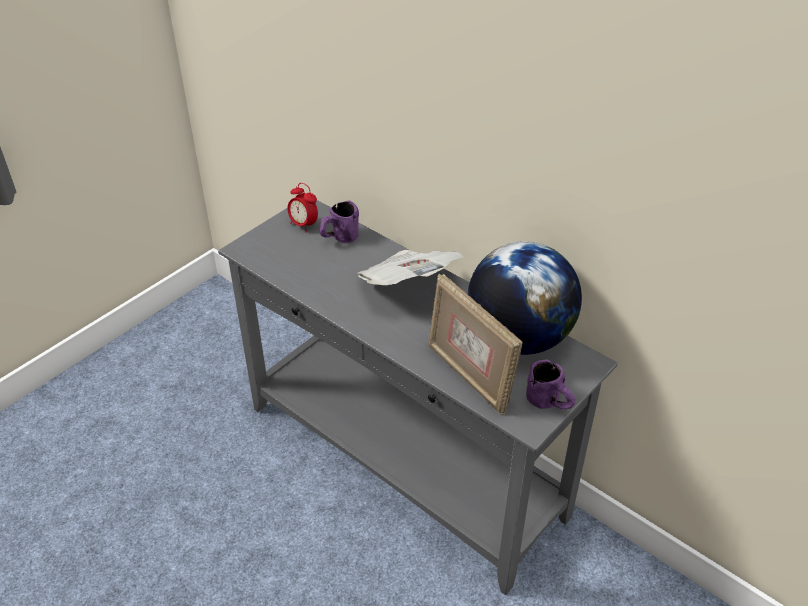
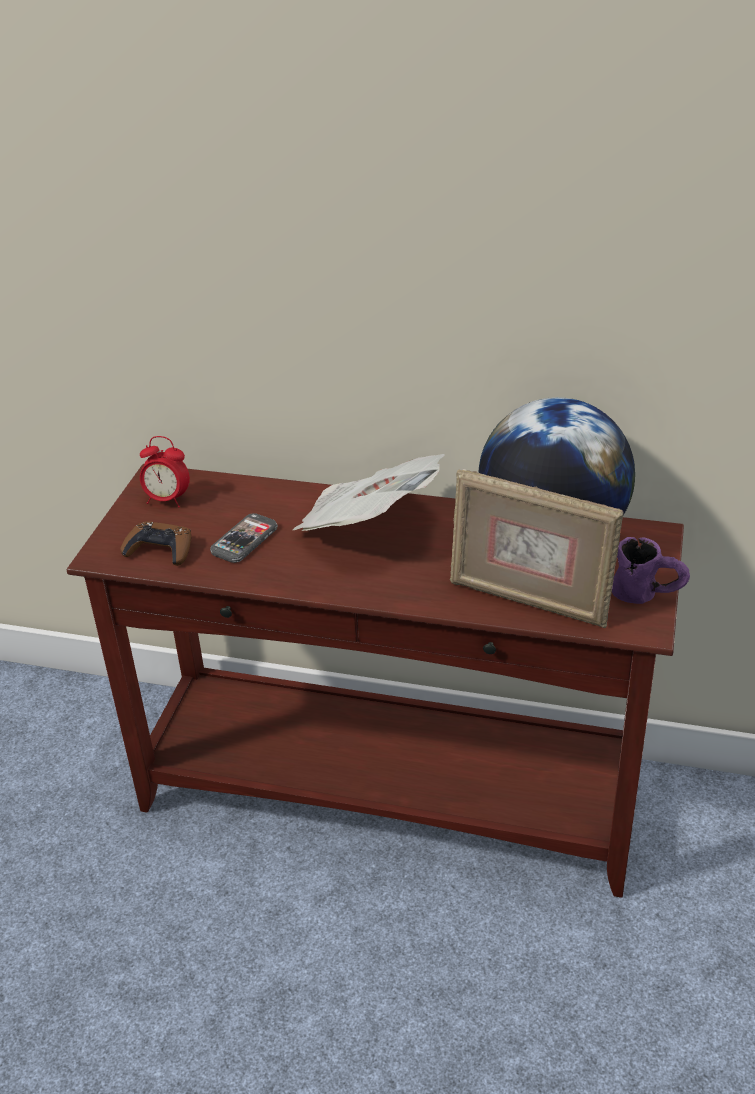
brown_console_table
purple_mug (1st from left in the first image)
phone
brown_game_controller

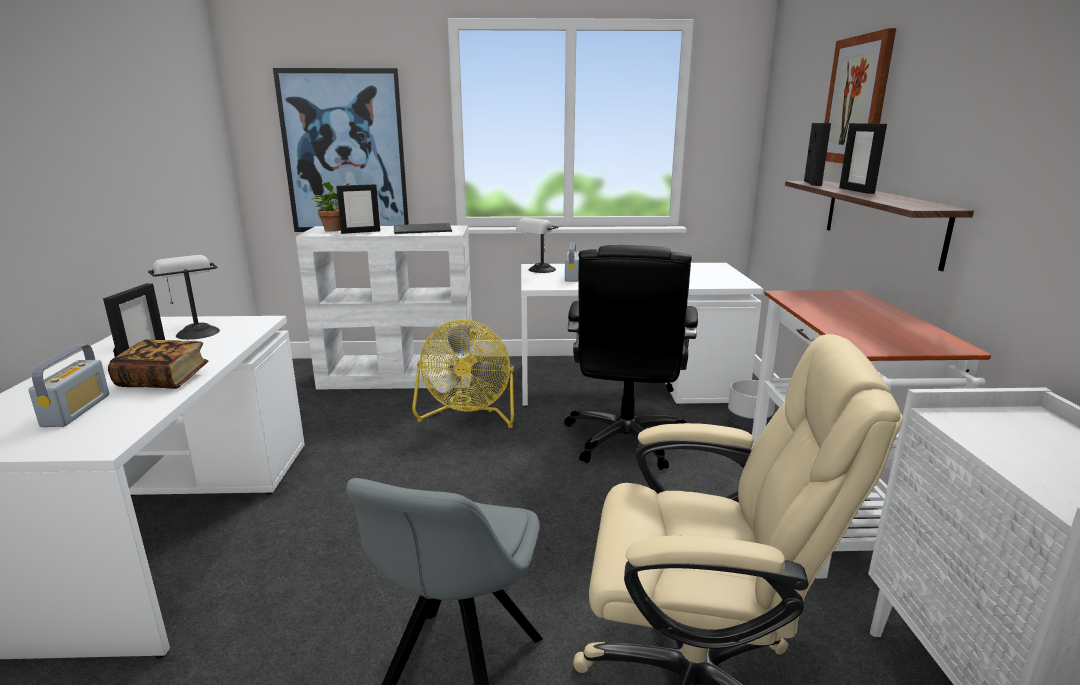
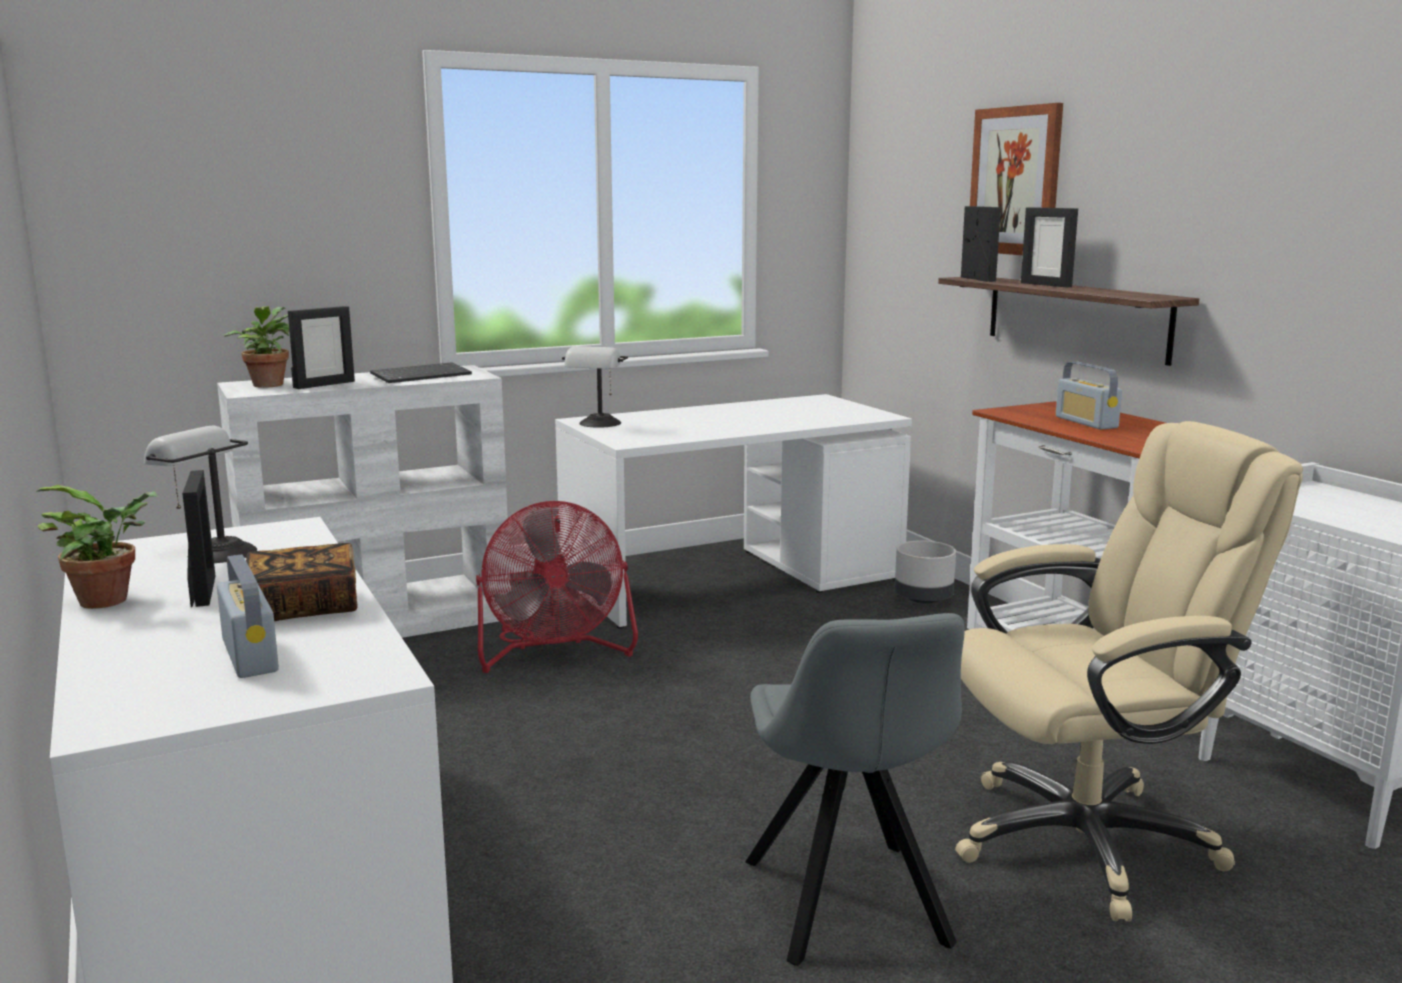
picture (1st from left in the first image)
radio (2nd from left)
black_office_chair
red_fan
potted_plant (1st from left)

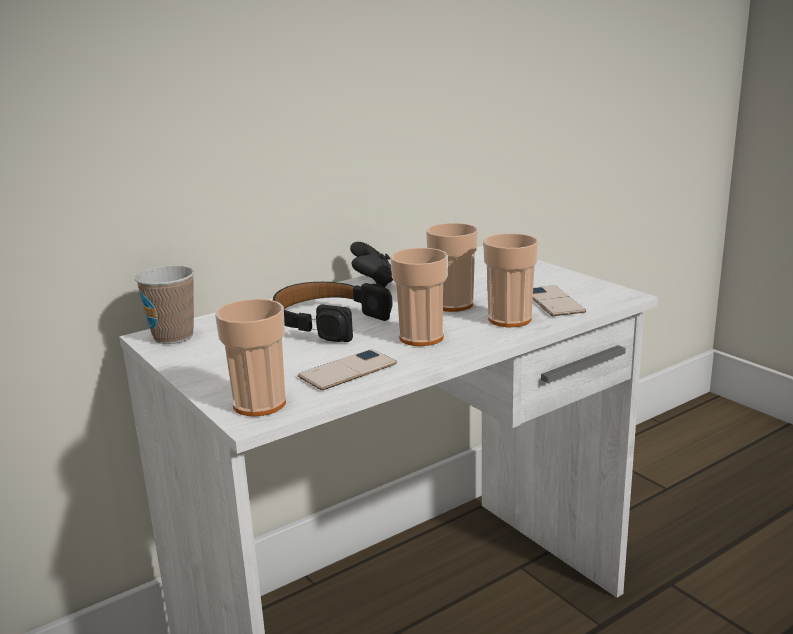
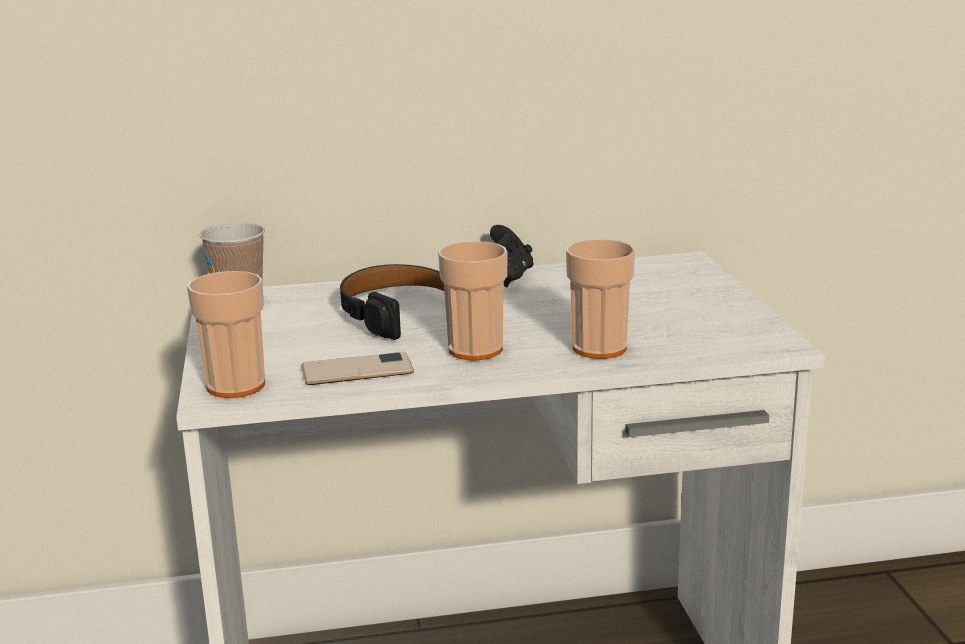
cup (4th from left in the first image)
phone (2nd from left in the first image)

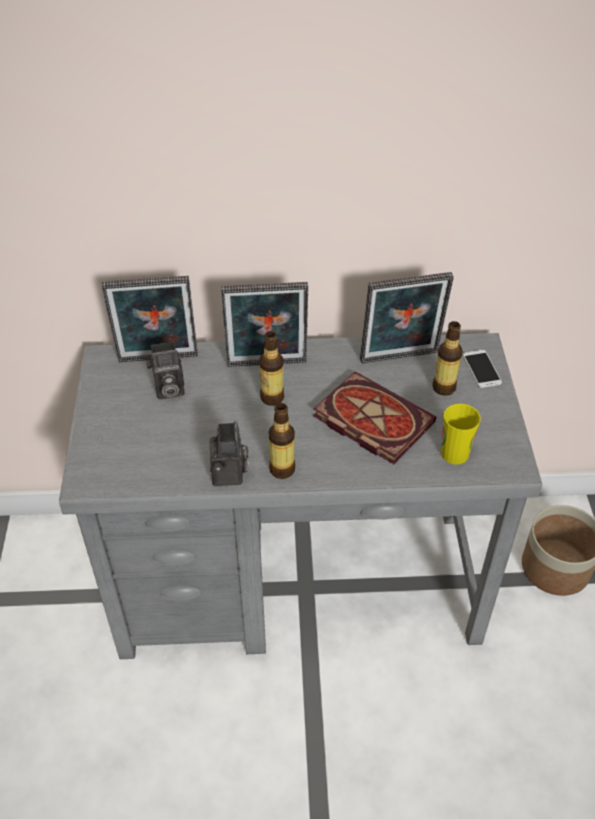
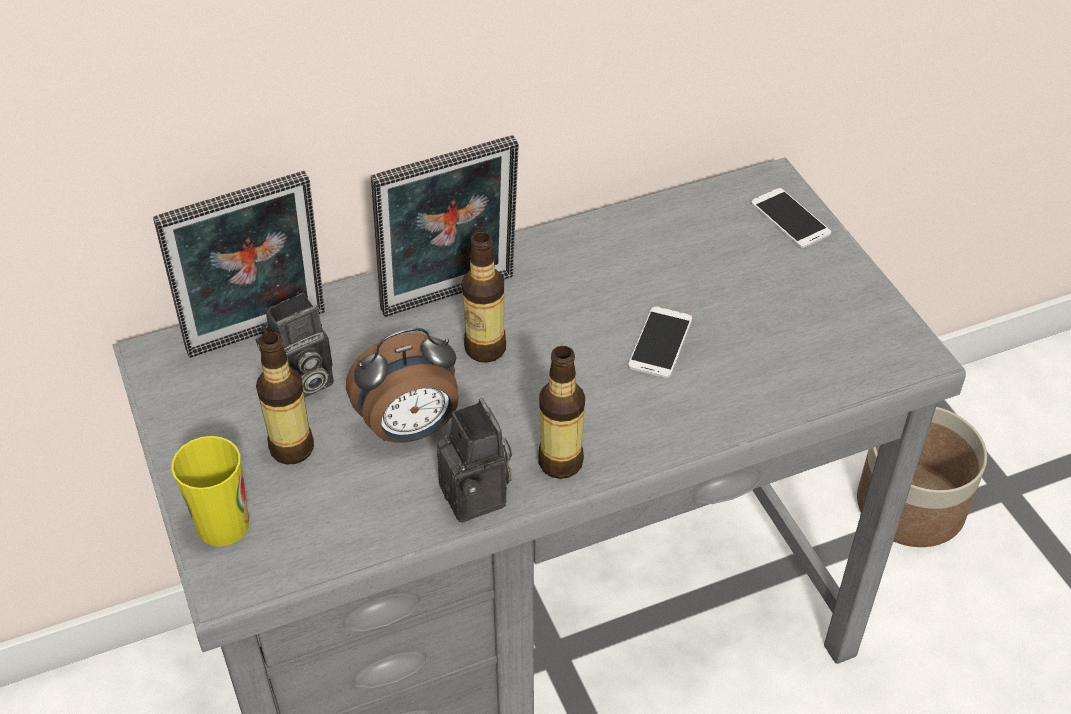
picture_frame (3rd from left in the first image)
bottle (1st from left)
phone (1st from left)
cup
alarm_clock

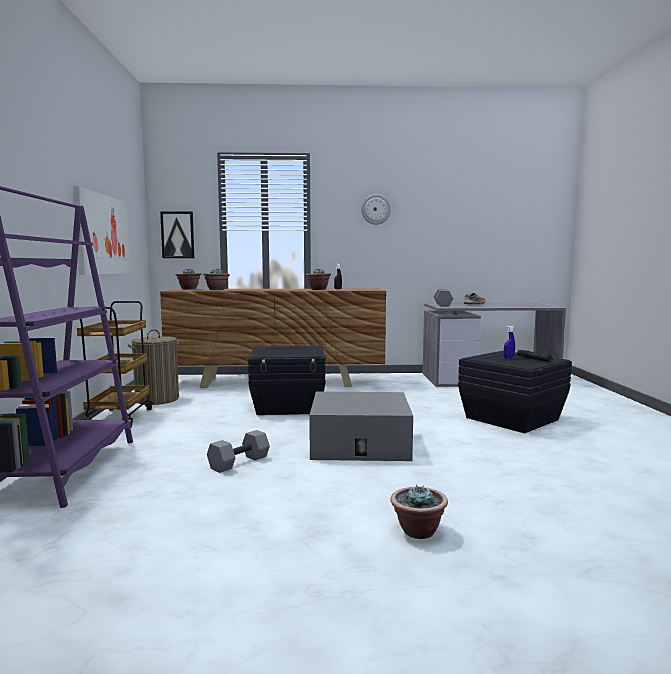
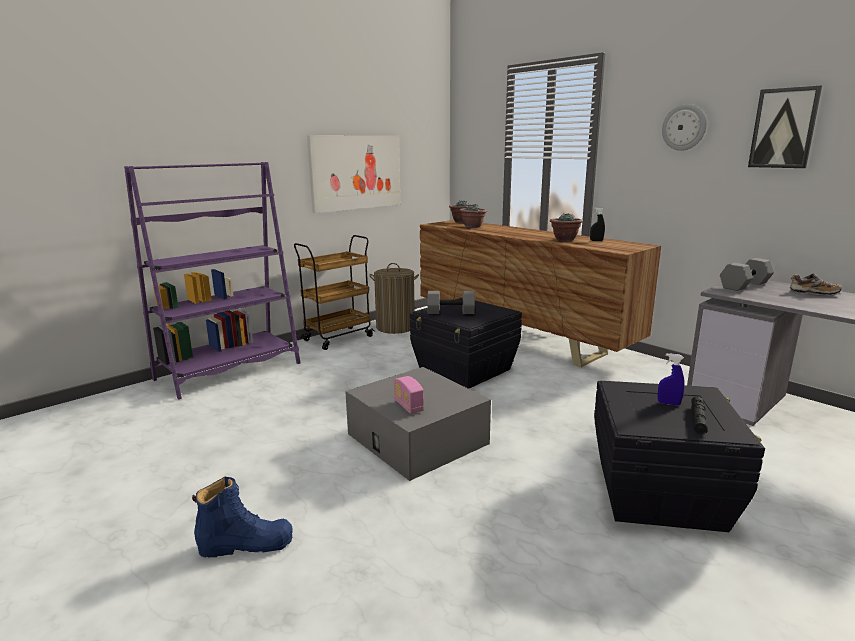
picture (2nd from left)
grey_dumbbell (1st from left)
blue_boot
radio

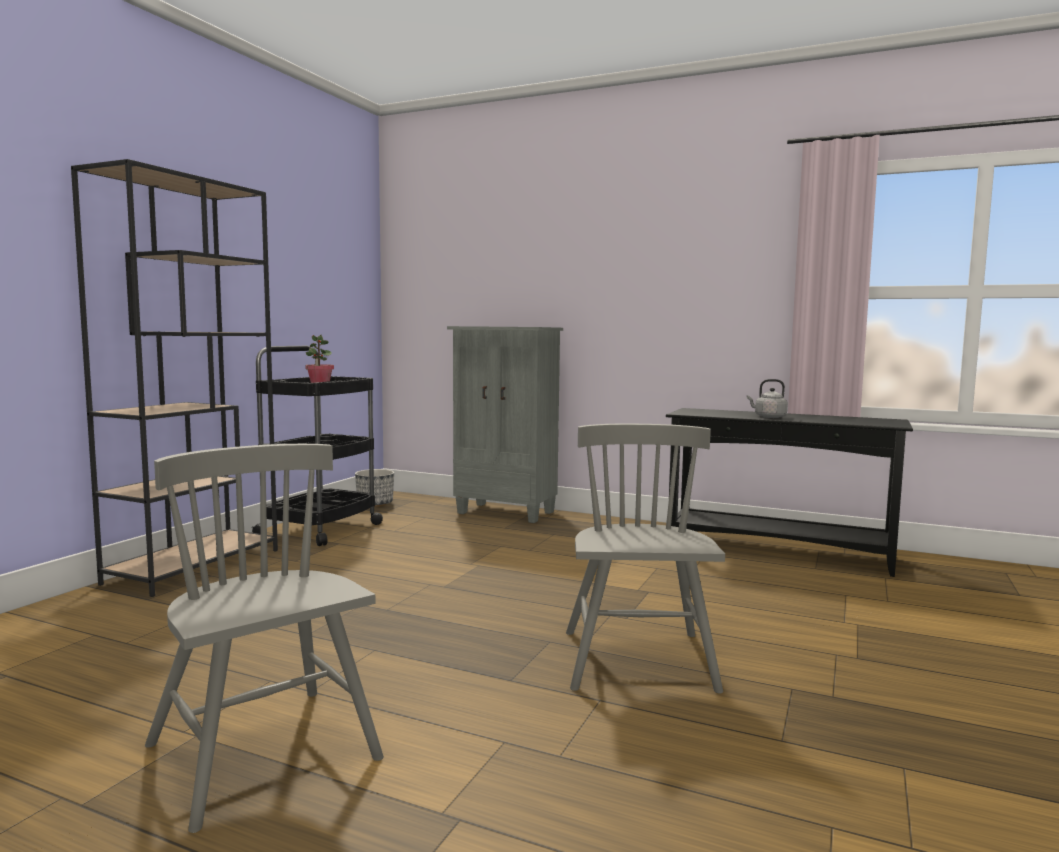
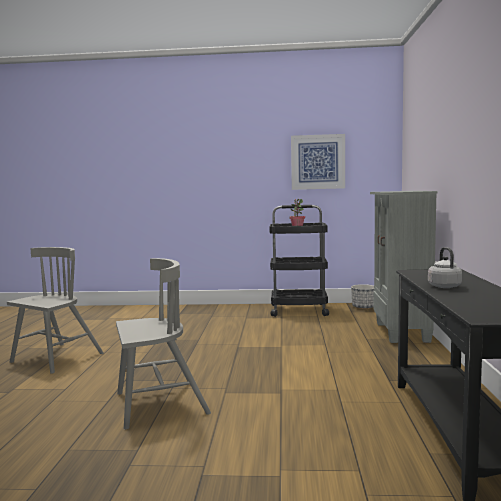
bookcase
picture

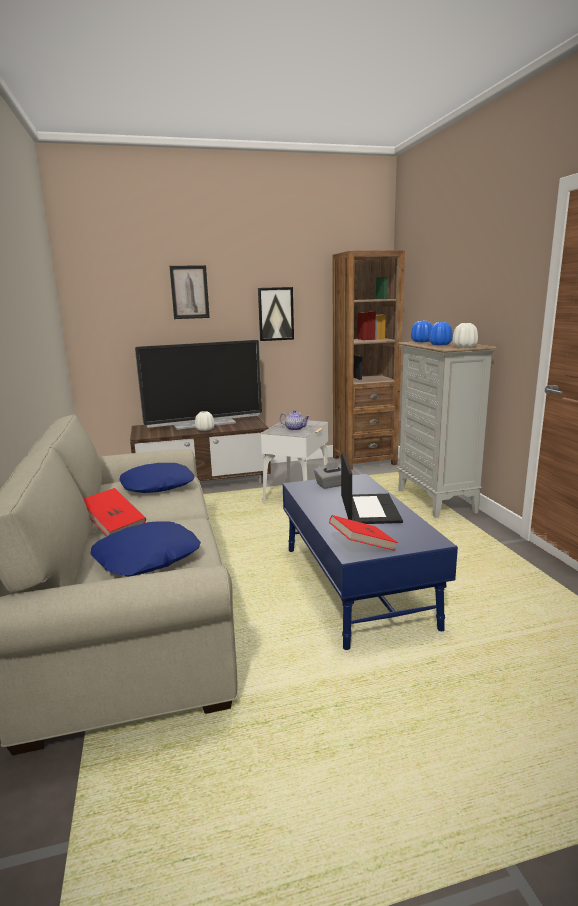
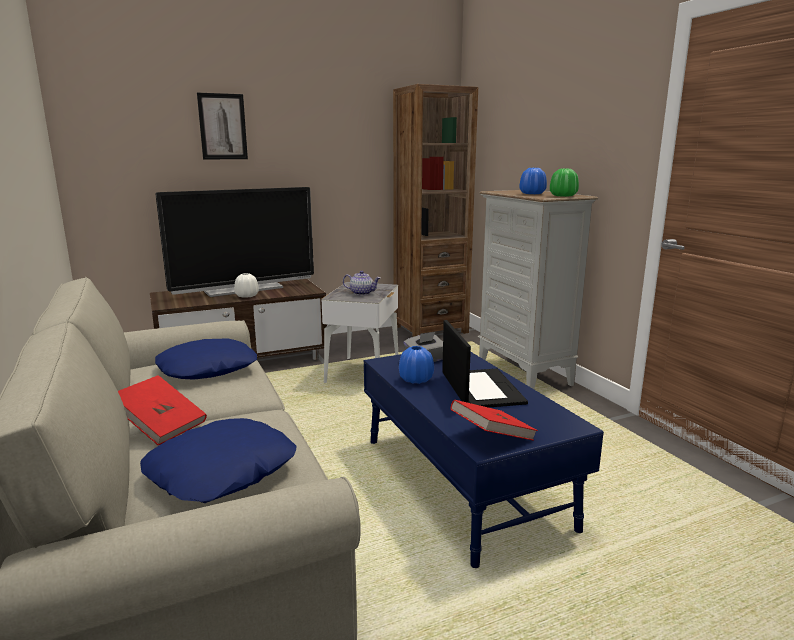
picture (2nd from left in the first image)
blue_vase (1st from left)
green_vase

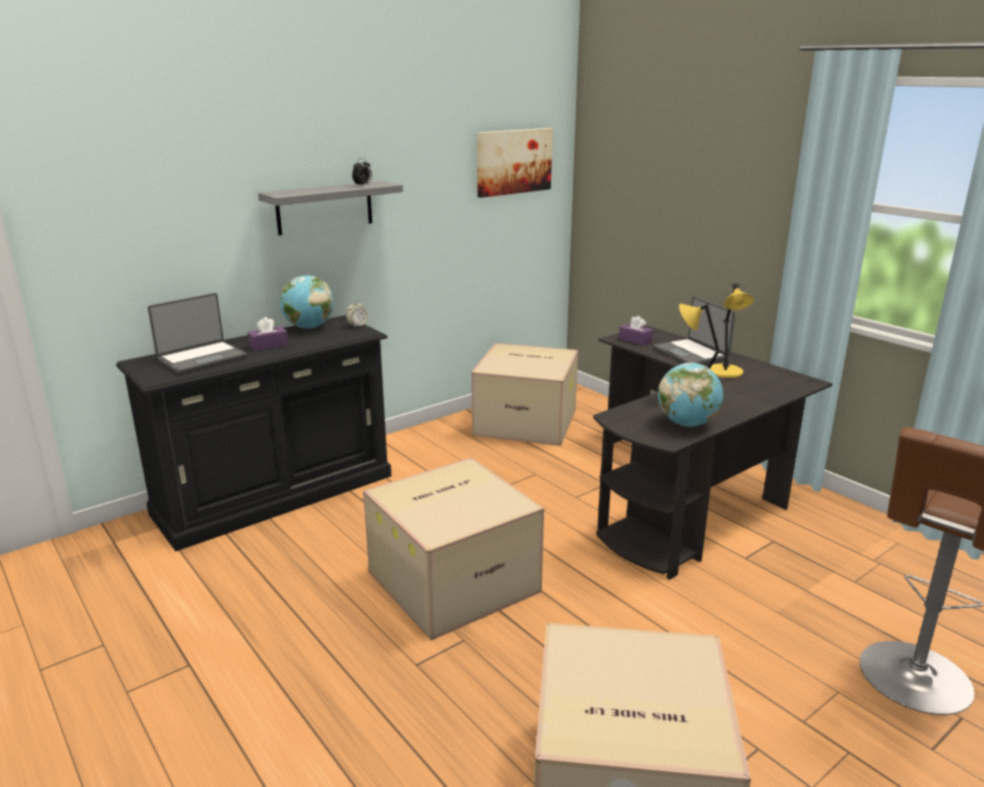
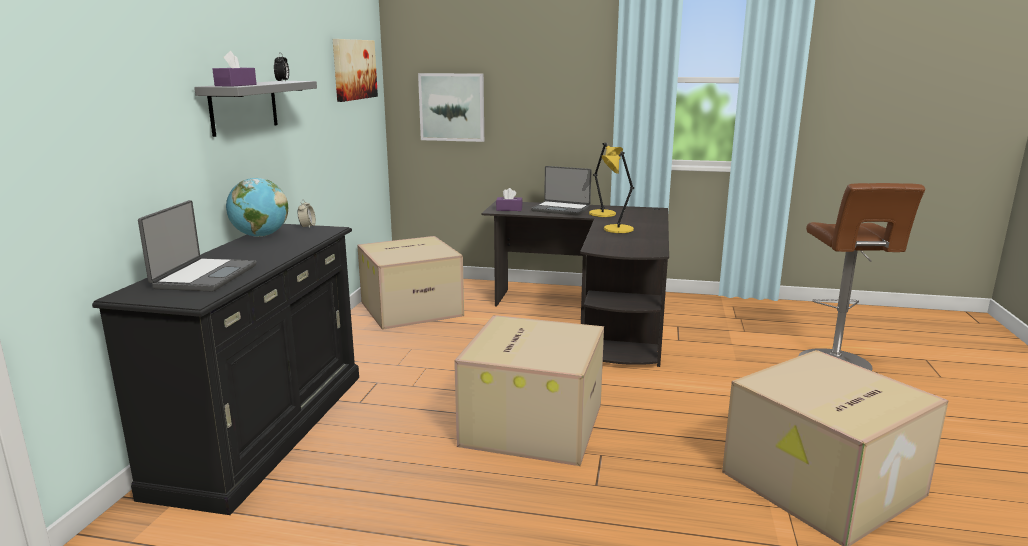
purple_tissue_box (1st from left)
globe (2nd from left in the first image)
picture (2nd from left)

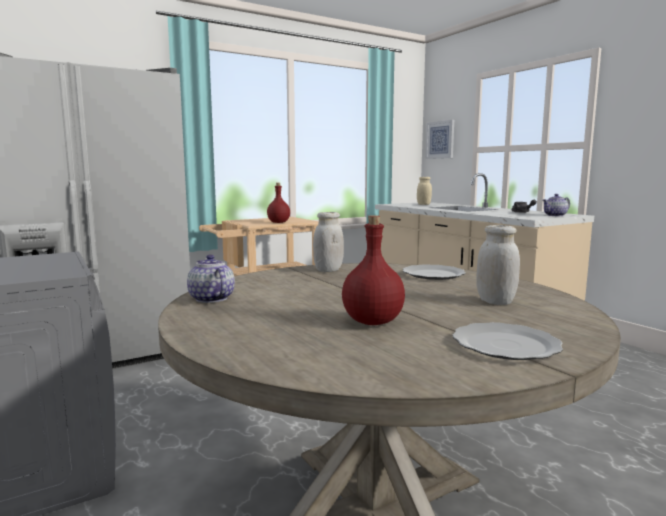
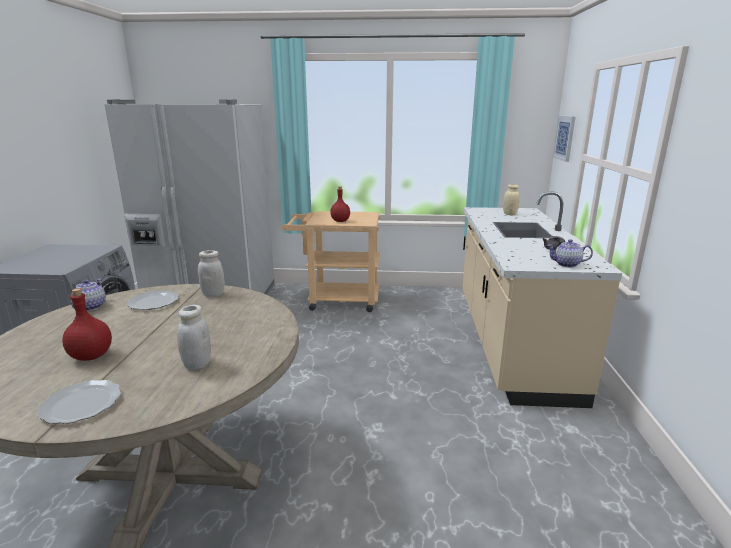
plate (2nd from left)

